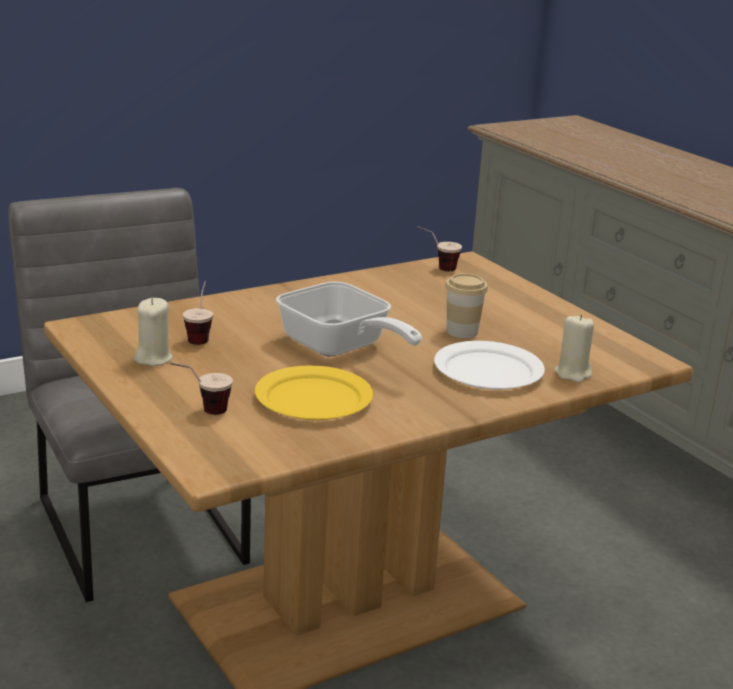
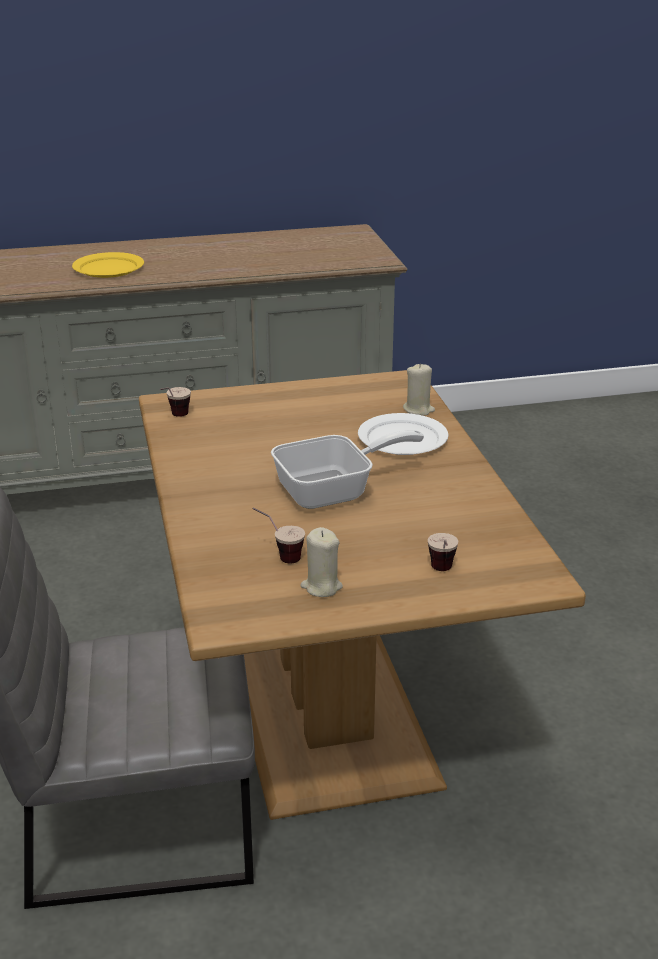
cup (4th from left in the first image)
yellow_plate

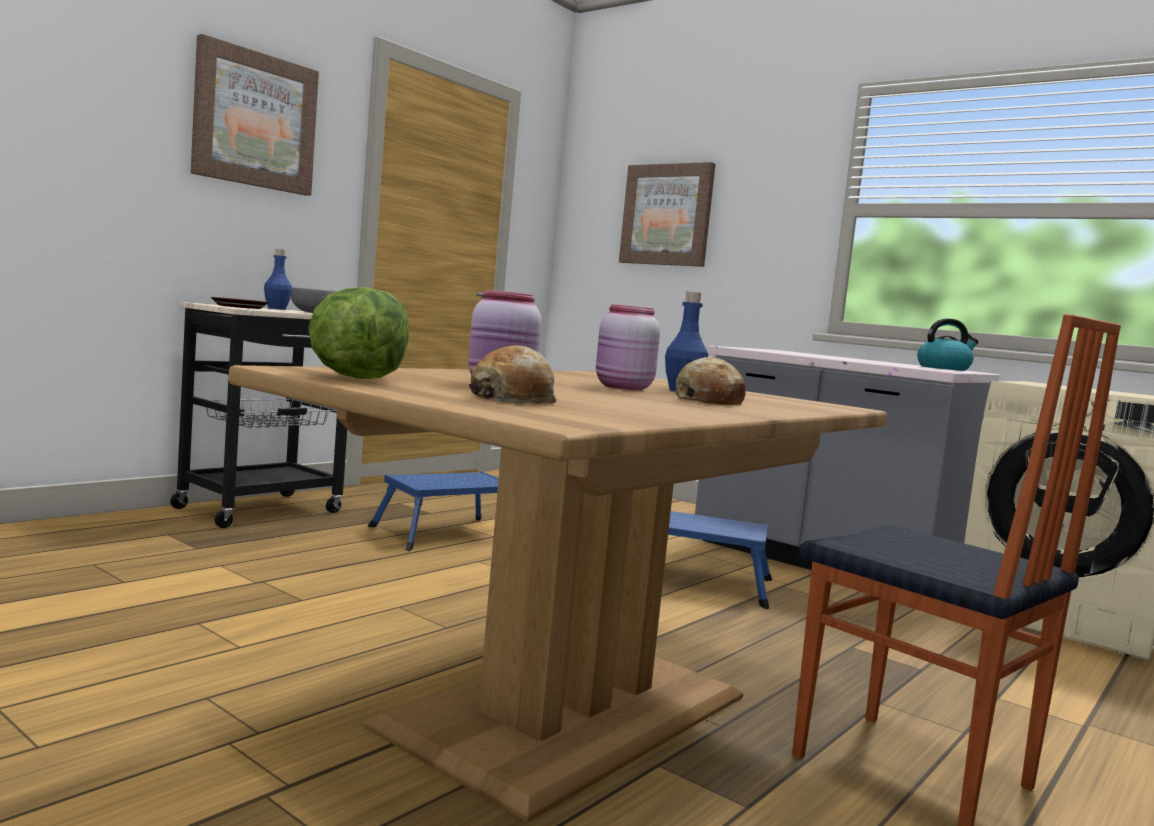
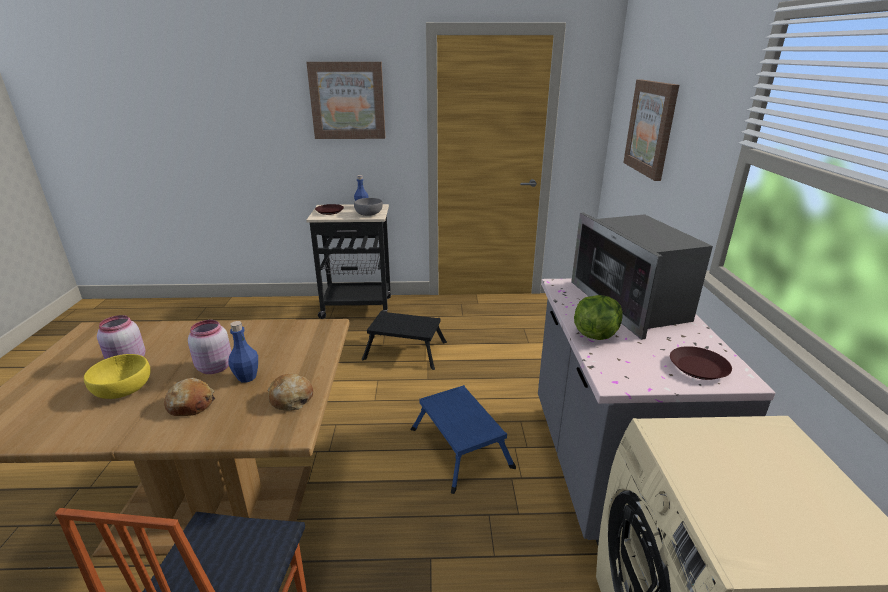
lettuce
brown_plate (2nd from left)
bread (2nd from left)
black_step_ladder
microwave
yellow_bowl

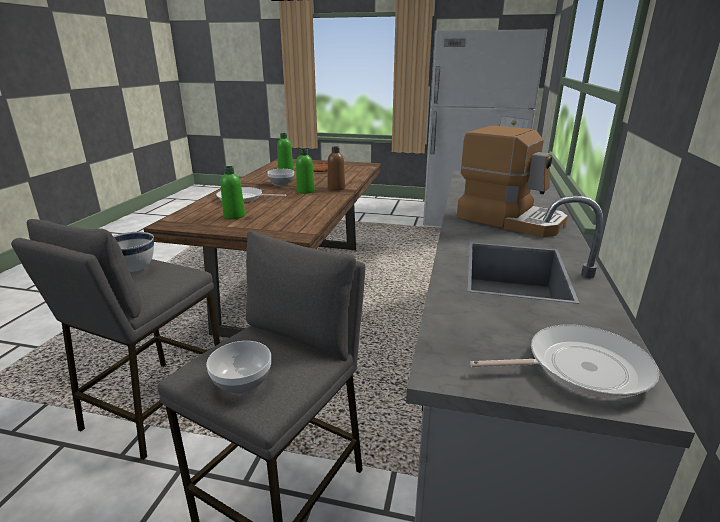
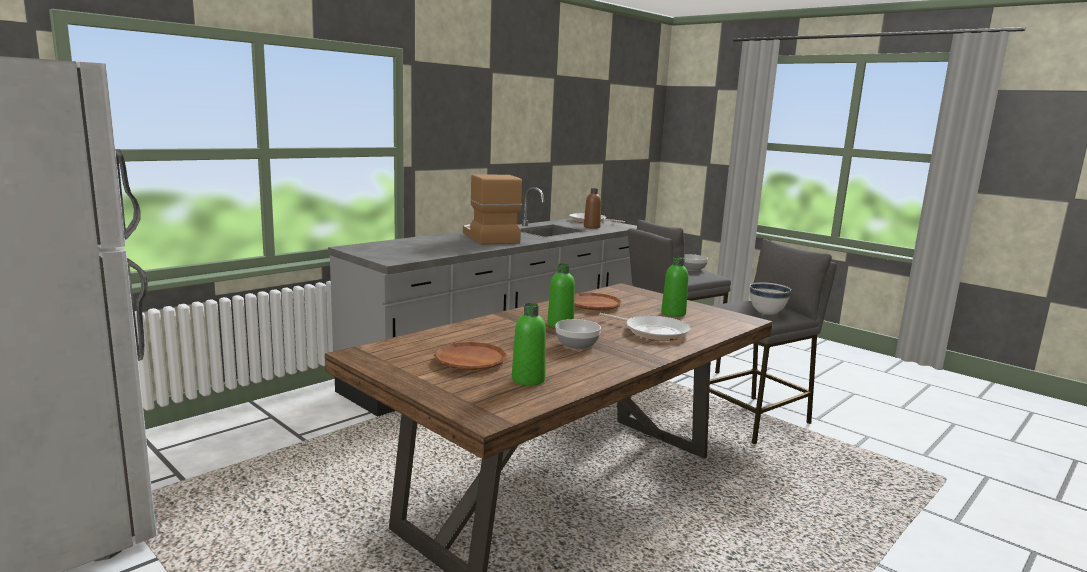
brown_bottle
brown_plate (2nd from left)

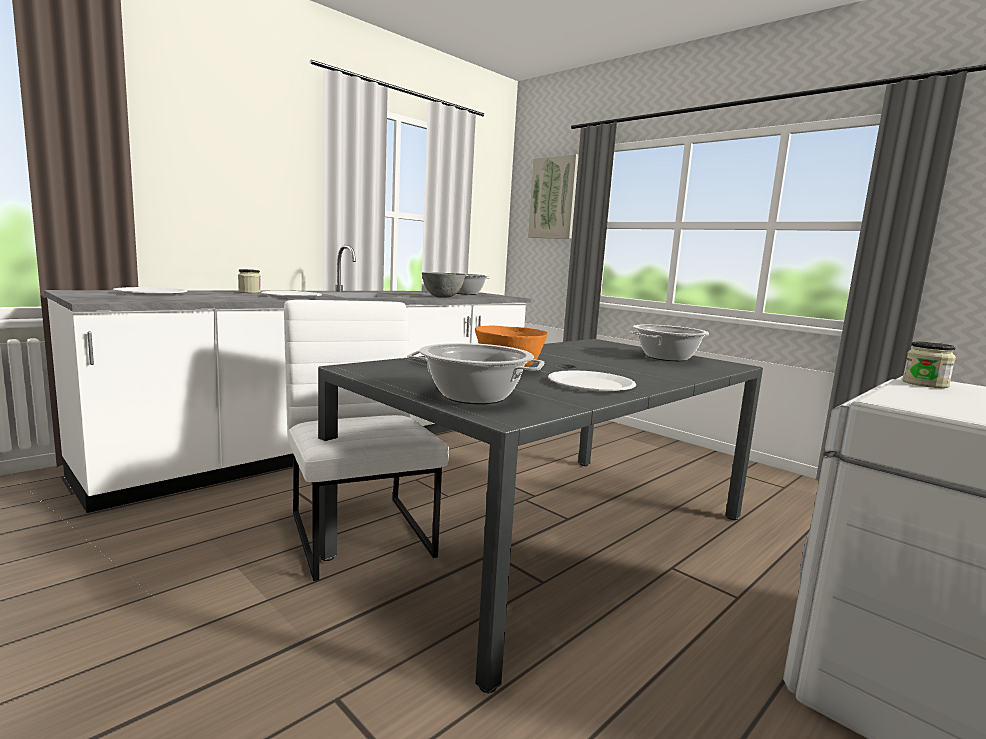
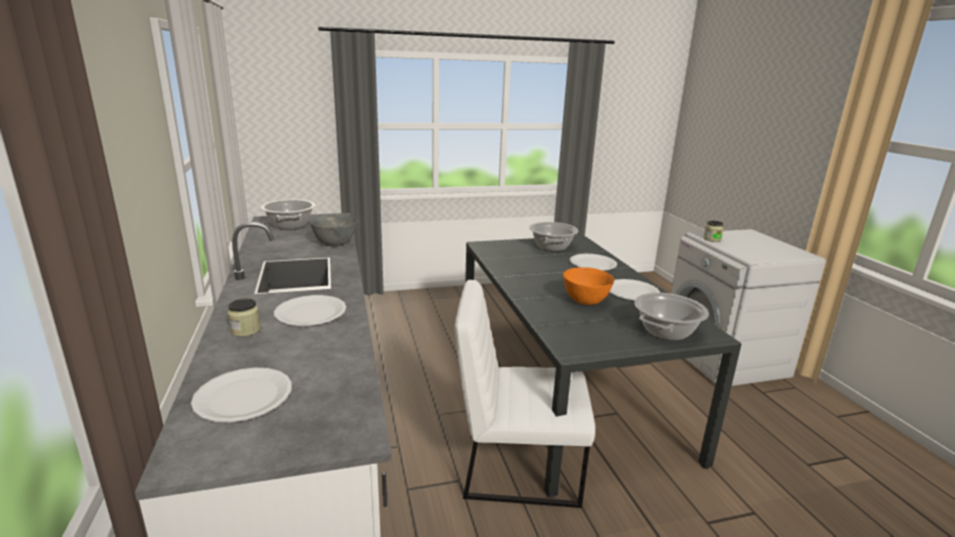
picture
white_plate (3rd from left)

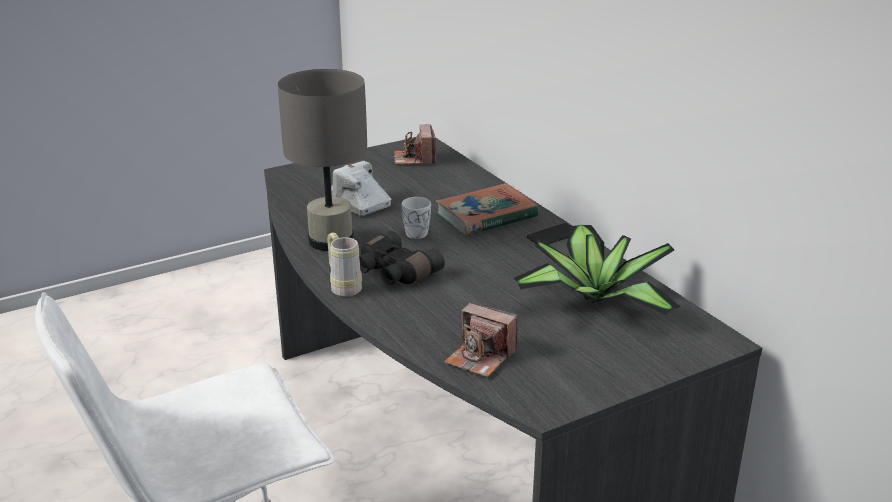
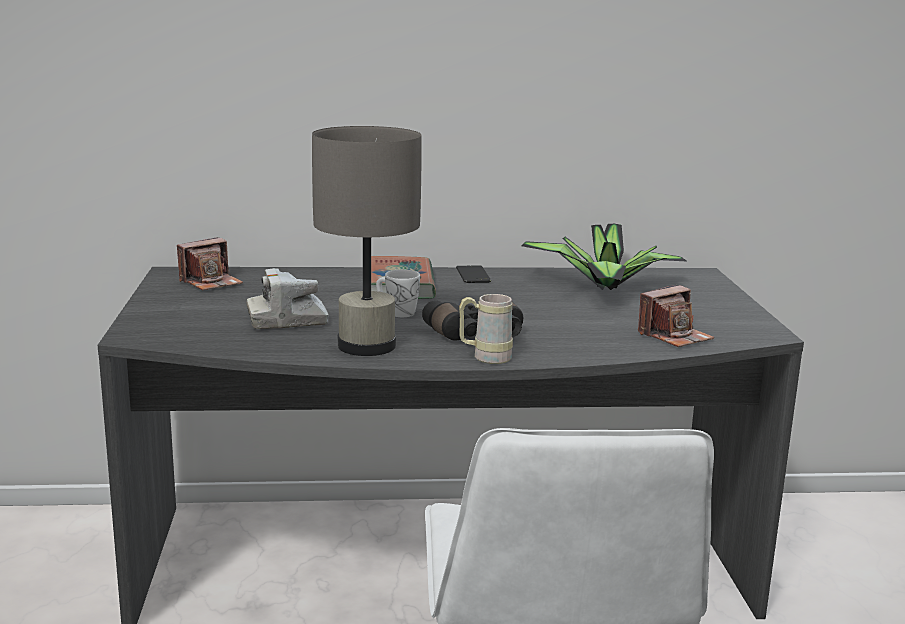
photo_camera (1st from left)

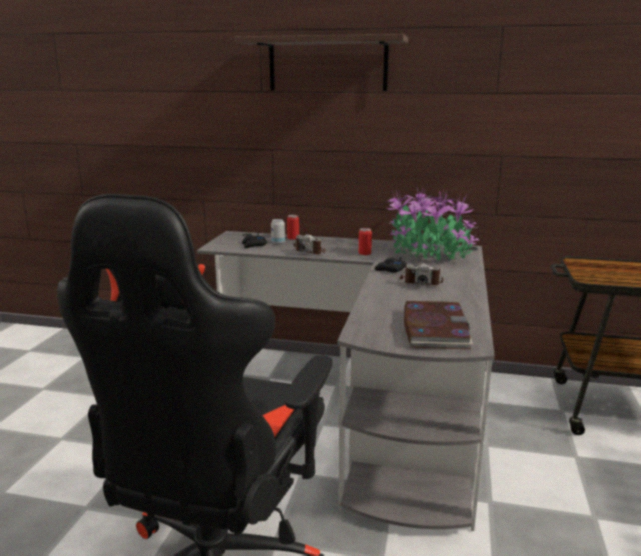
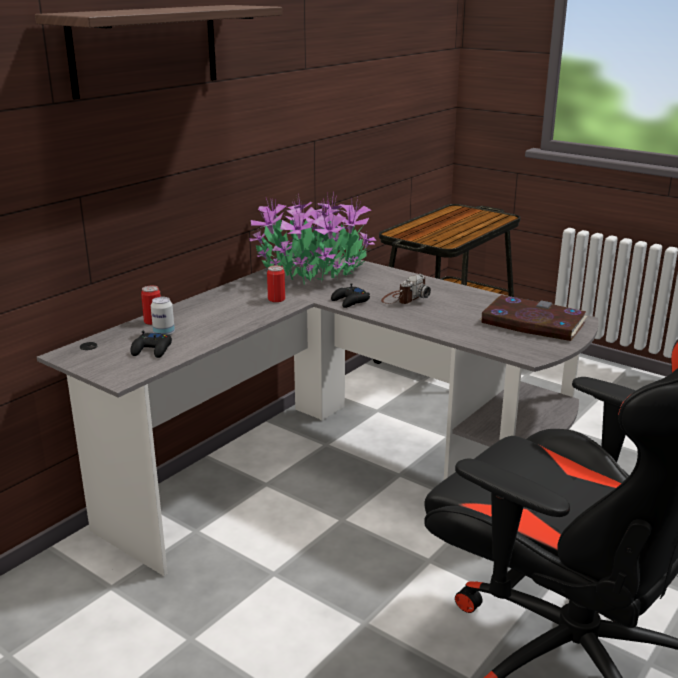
photo_camera (1st from left in the first image)

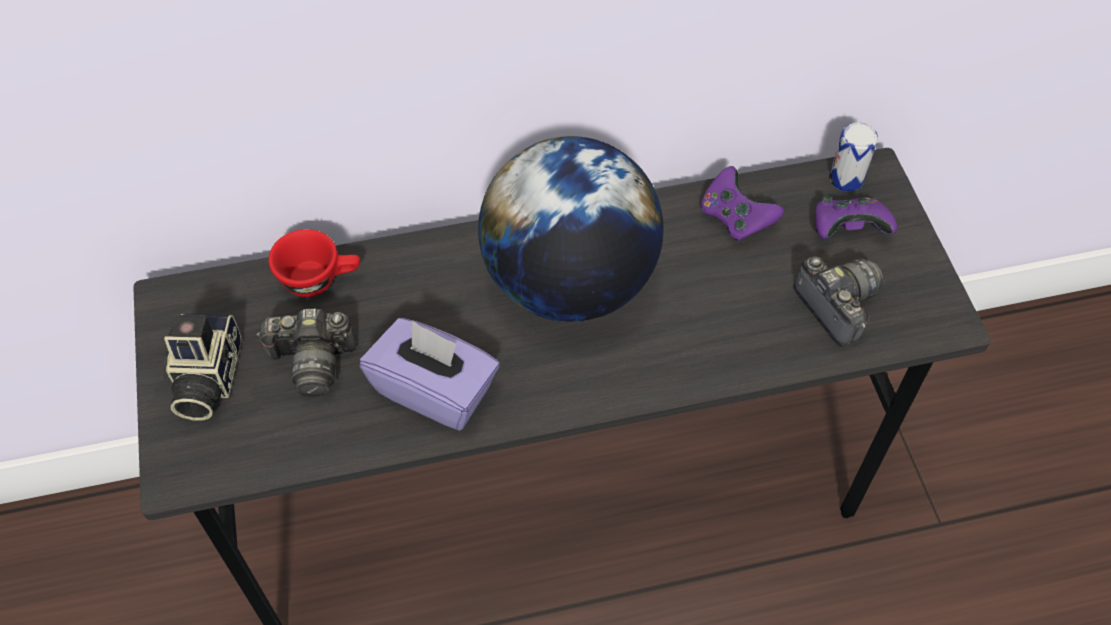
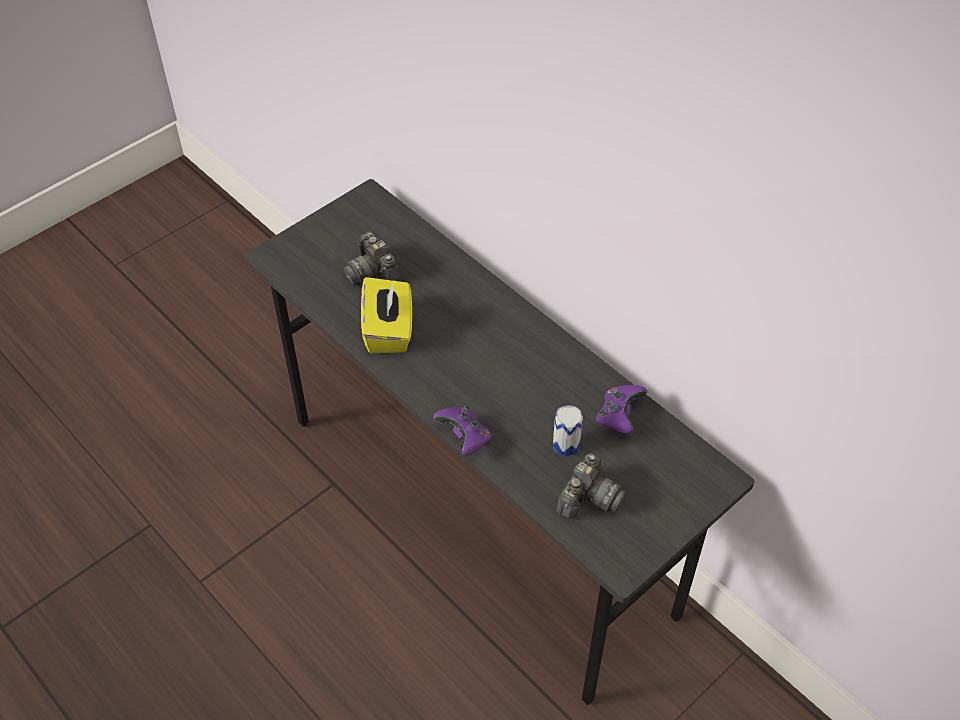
can
globe
purple_game_controller (1st from left)
red_cup
photo_camera (1st from left in the first image)
yellow_tissue_box

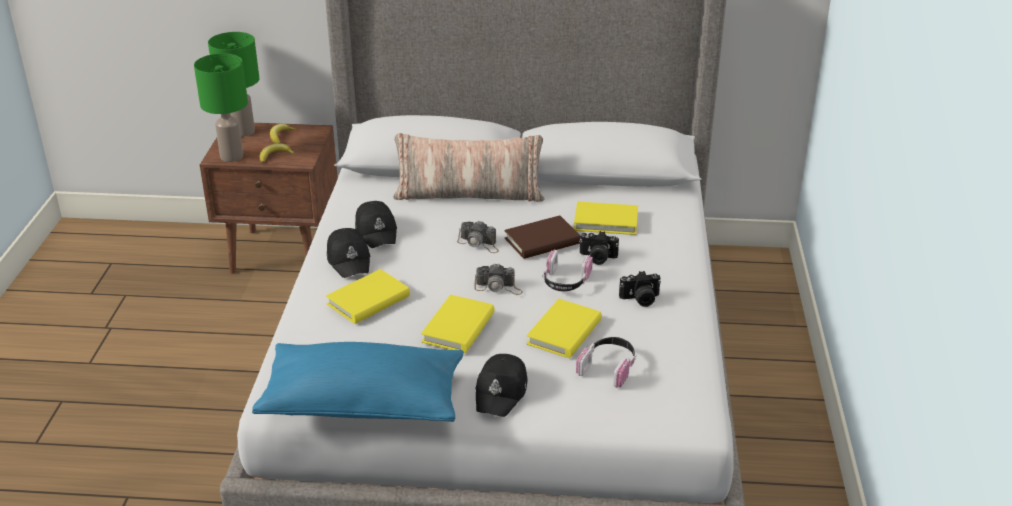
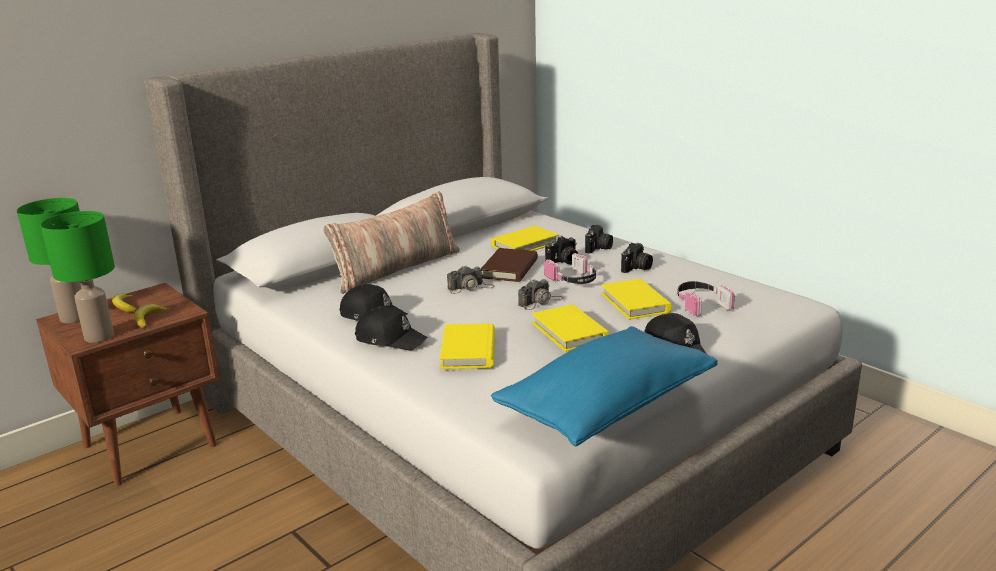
photo_camera (4th from left)

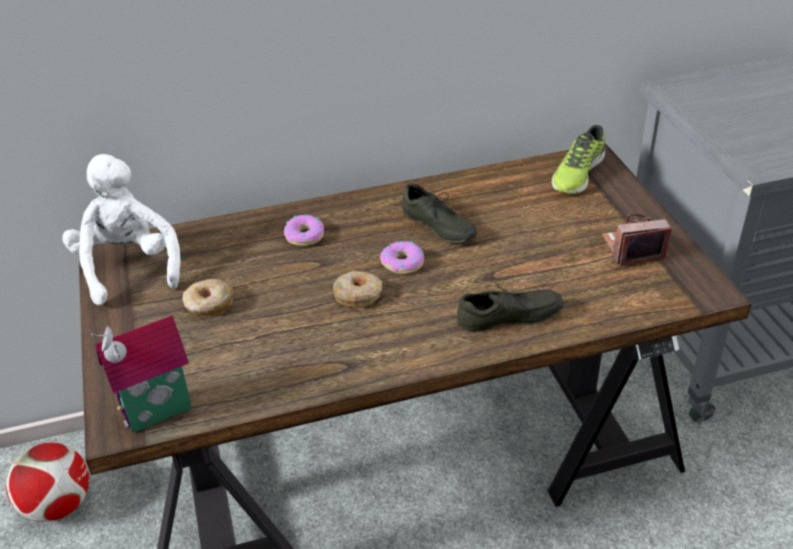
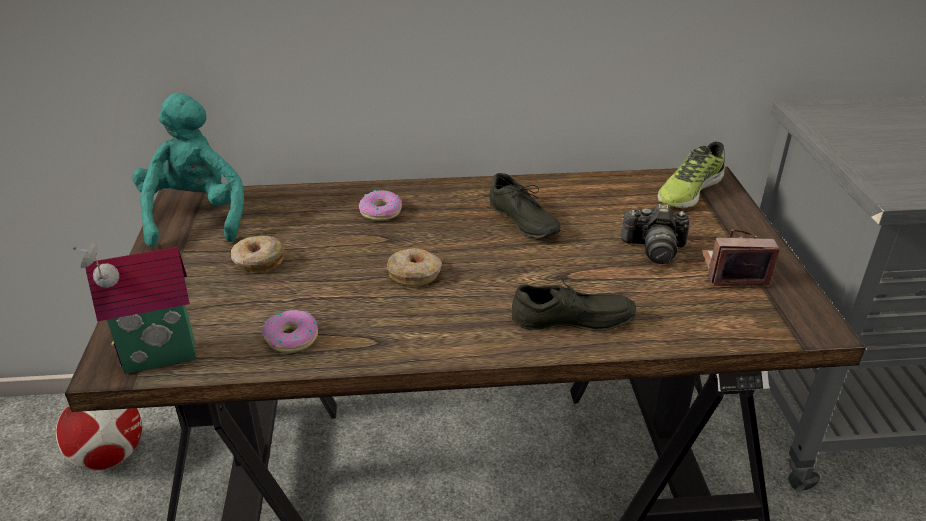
turquoise_plush_toy
donut (2nd from left)
photo_camera (1st from left)

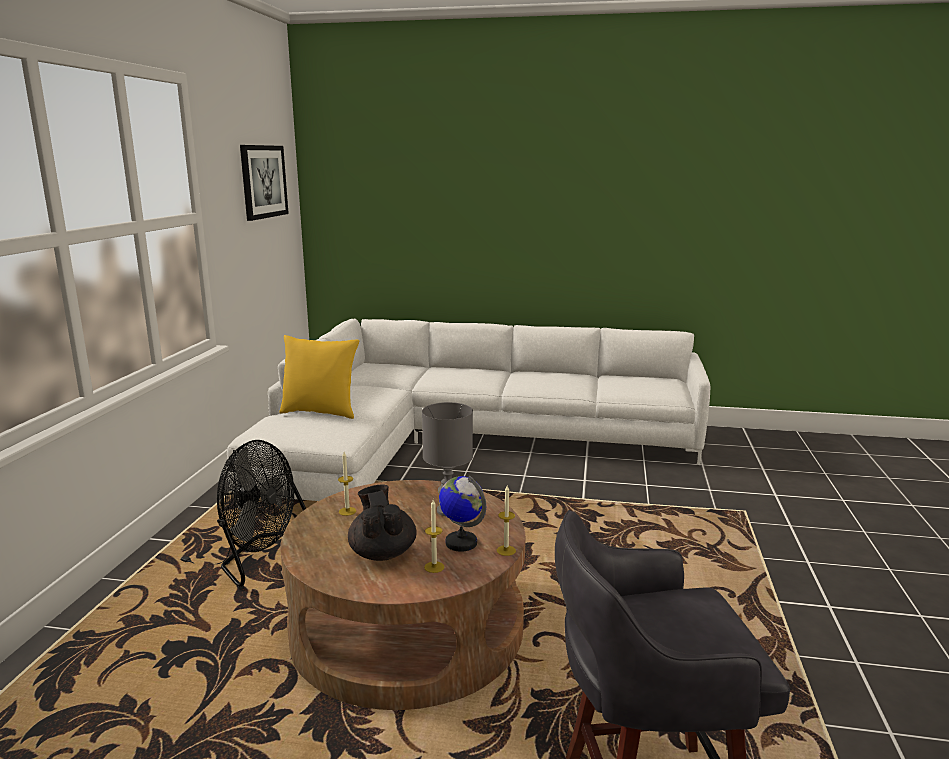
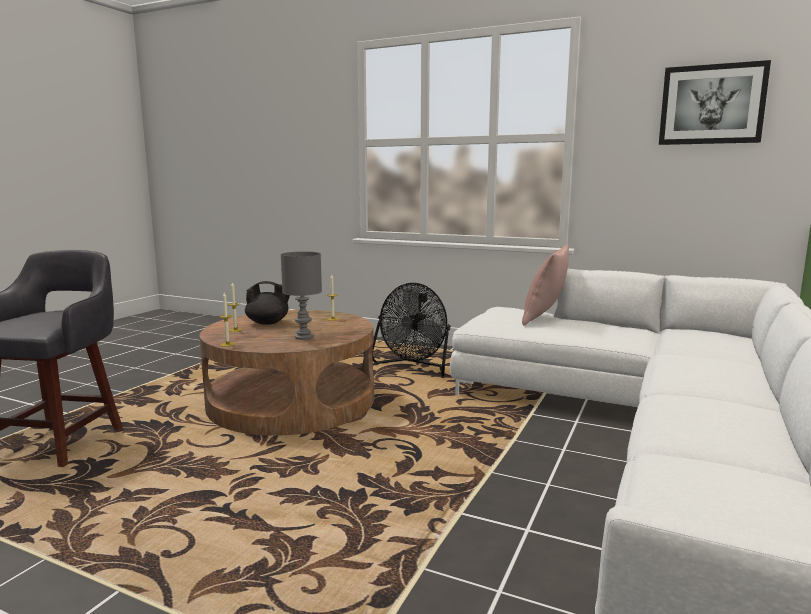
pink_pillow
globe

